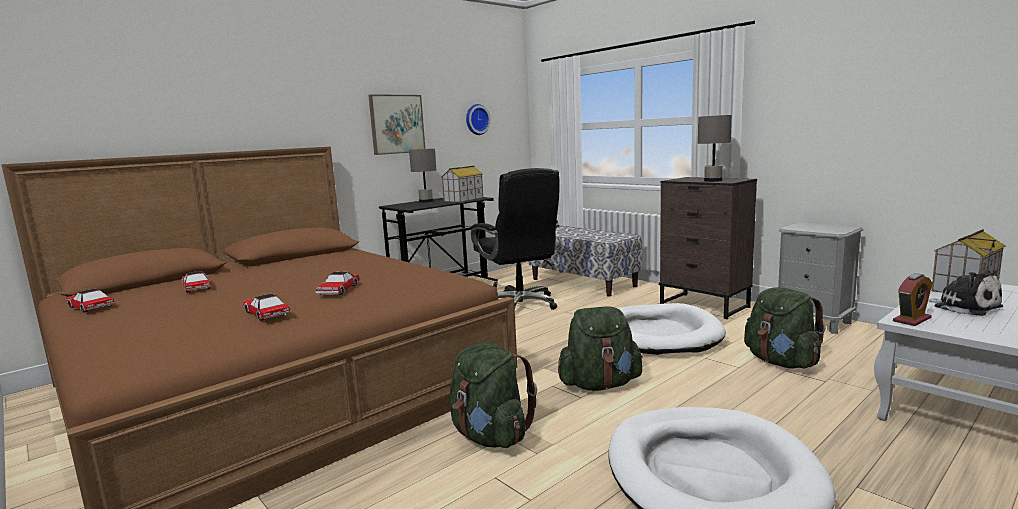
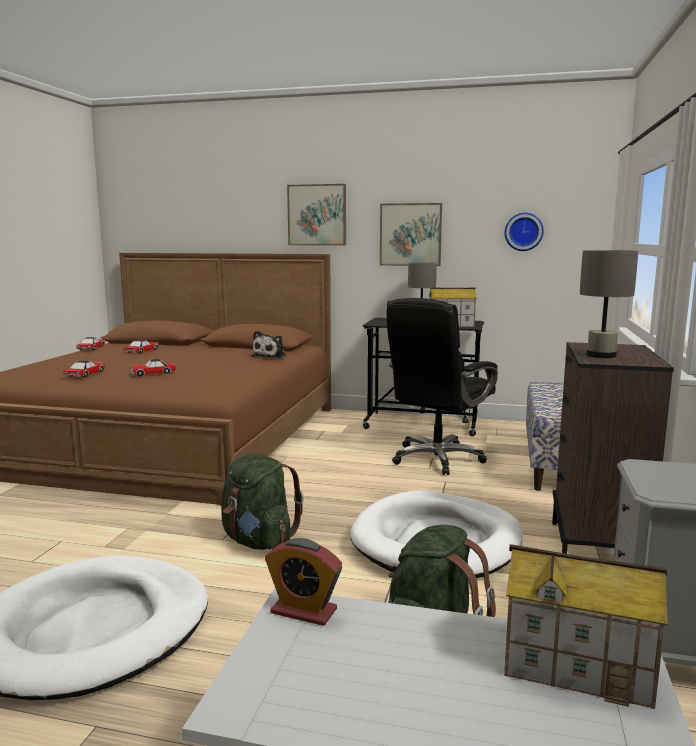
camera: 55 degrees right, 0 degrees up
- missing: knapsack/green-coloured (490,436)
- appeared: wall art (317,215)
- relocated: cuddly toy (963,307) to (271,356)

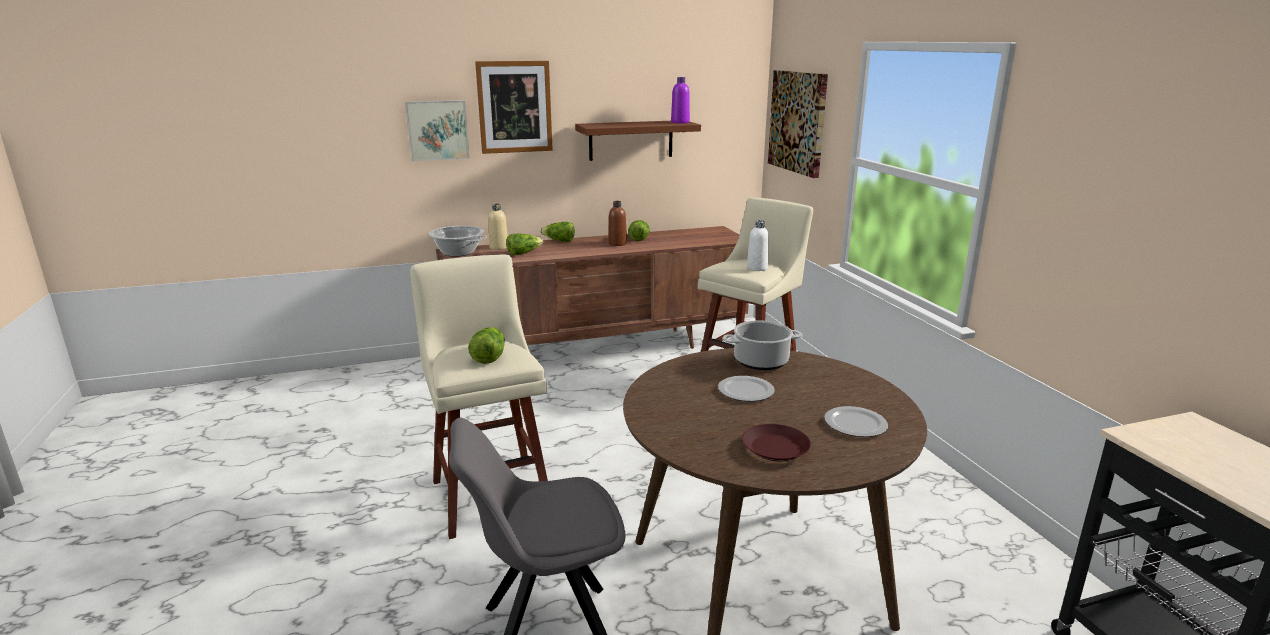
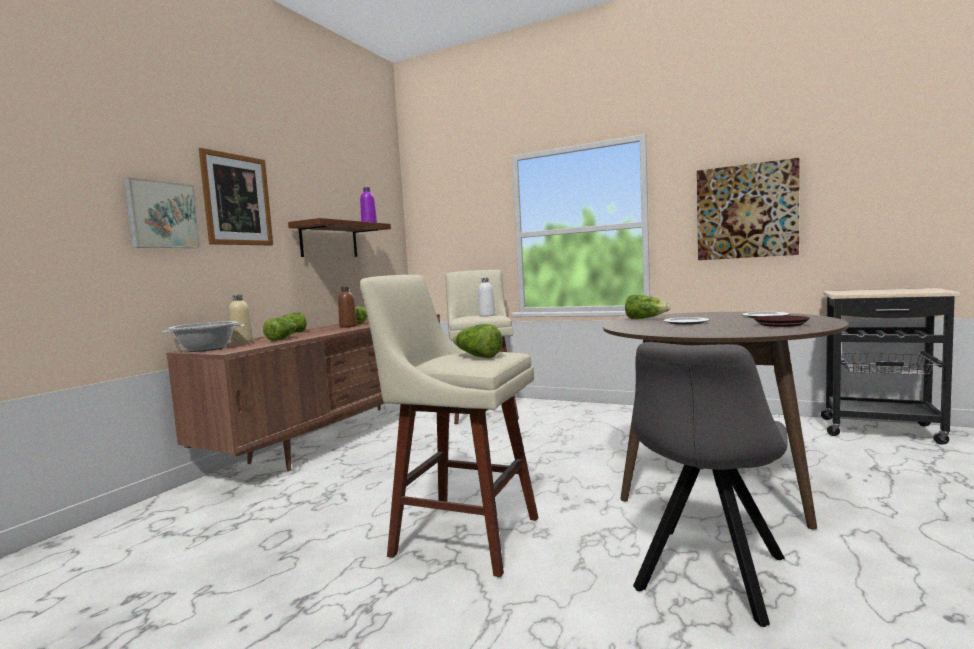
camera: 45 degrees left, 15 degrees down
- relocated: wall art (798,122) to (746,211)
- exchanged: saucepot (761,361) to head of lettuce (645,319)

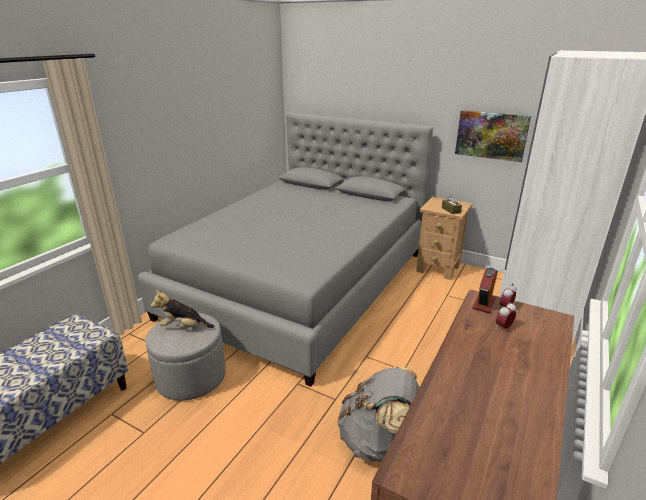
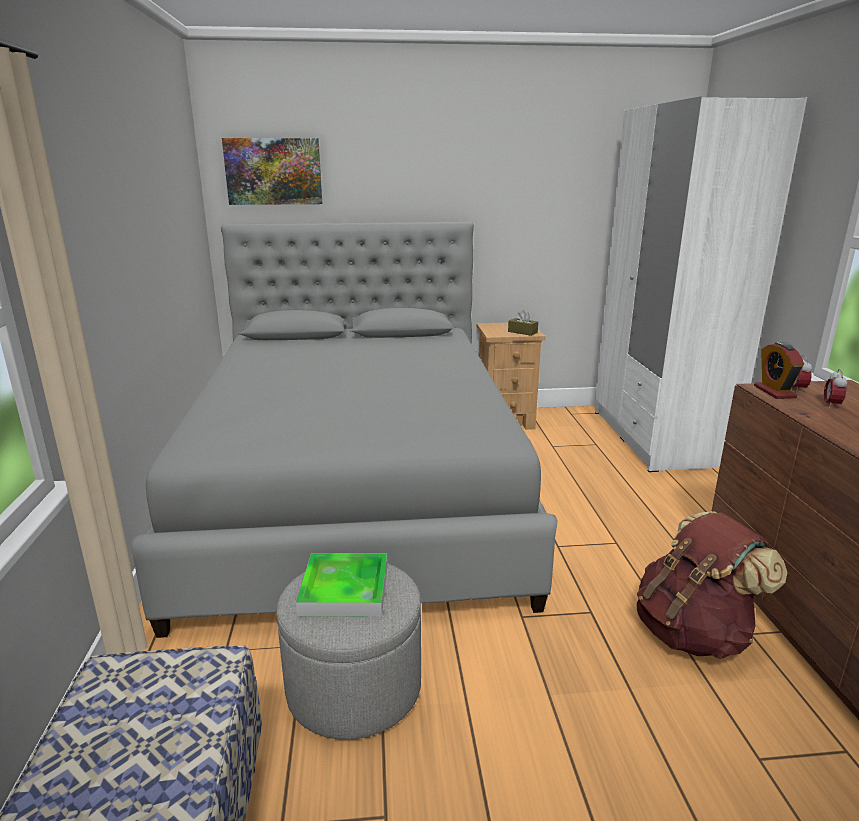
camera: 35 degrees left, 5 degrees down
- relocated: wall art (491,135) to (273,171)
- exchanged: cuddly toy (184,327) to tray (345,589)
- colour: knapsack/grey (376,439) to knapsack/brown-coloured (693,633)

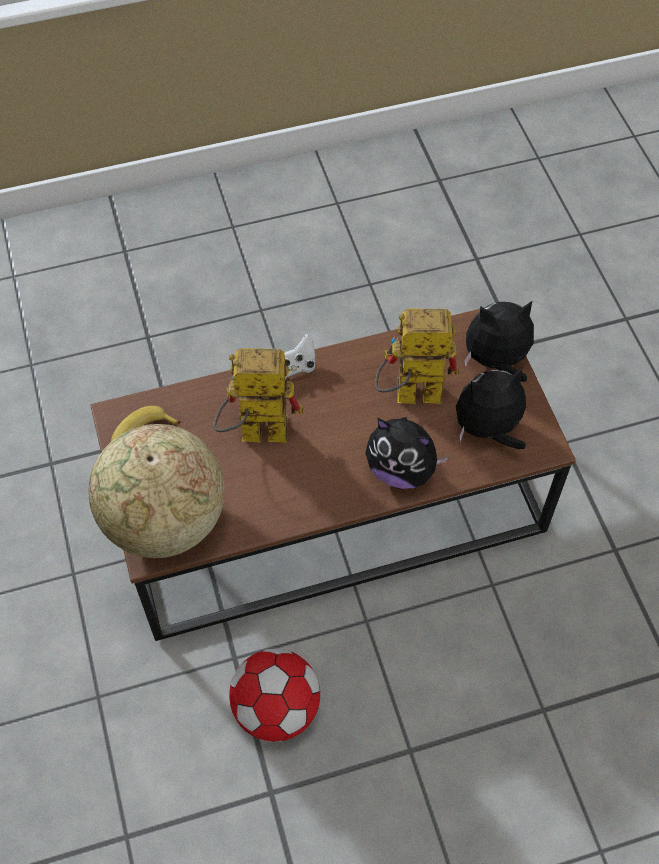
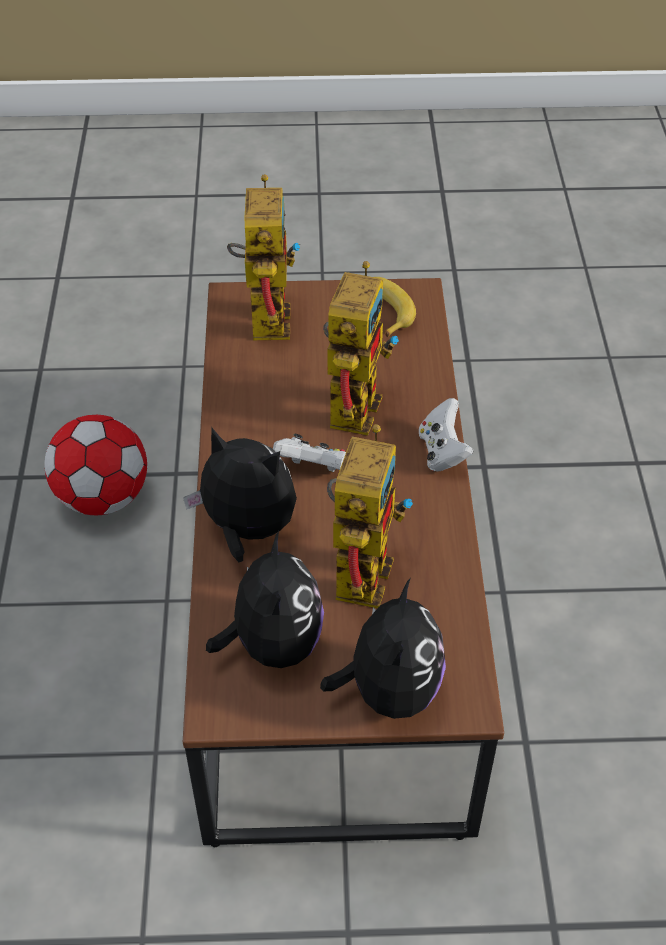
camera: 105 degrees right, 10 degrees down
- appeared: game controller/white (314,468)
- exchanged: desk globe (164,521) to robot figure (265,313)
- spun: cuddly toy (401,470) = (247,529) 75 degrees clockwise

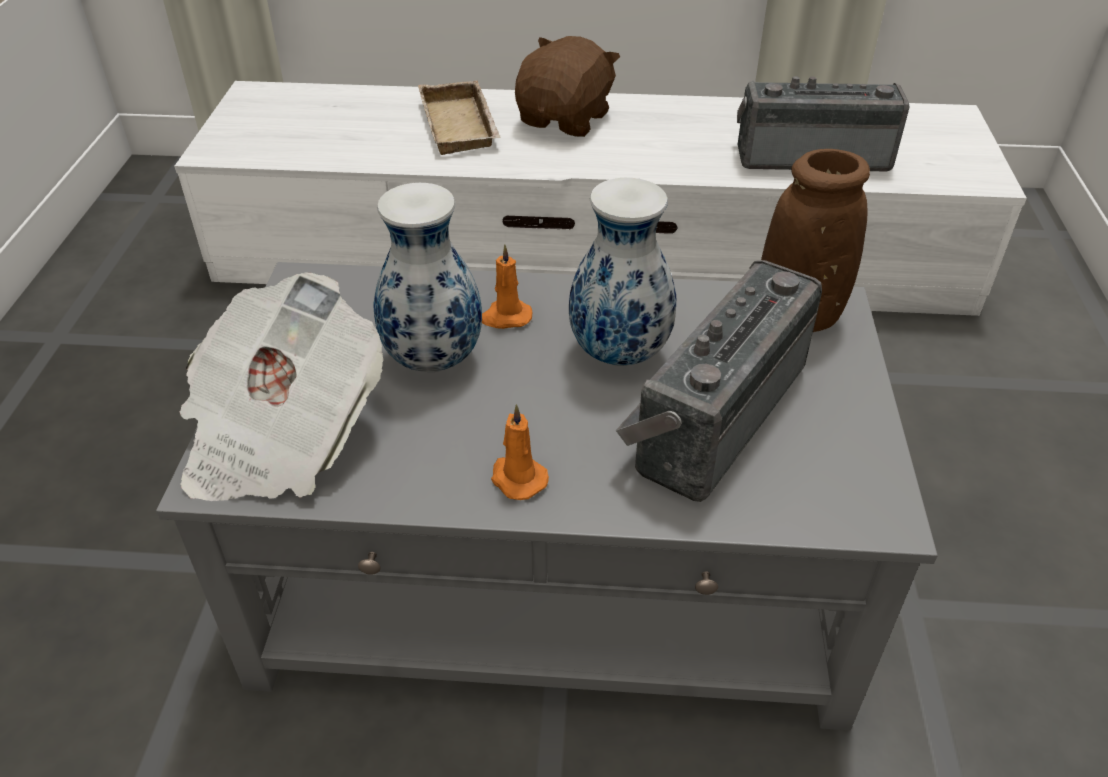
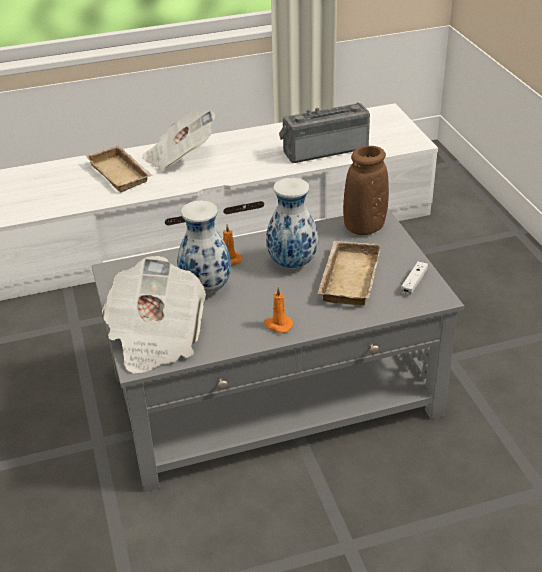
camera: 20 degrees left, 5 degrees down
- appeared: game controller/white (414,282)
- exchanged: cuddly toy/brown-coloured (566,120) to printed paper (180,157)
- exchanged: radio receiver (711,413) to tray/beige-coloured (347,277)

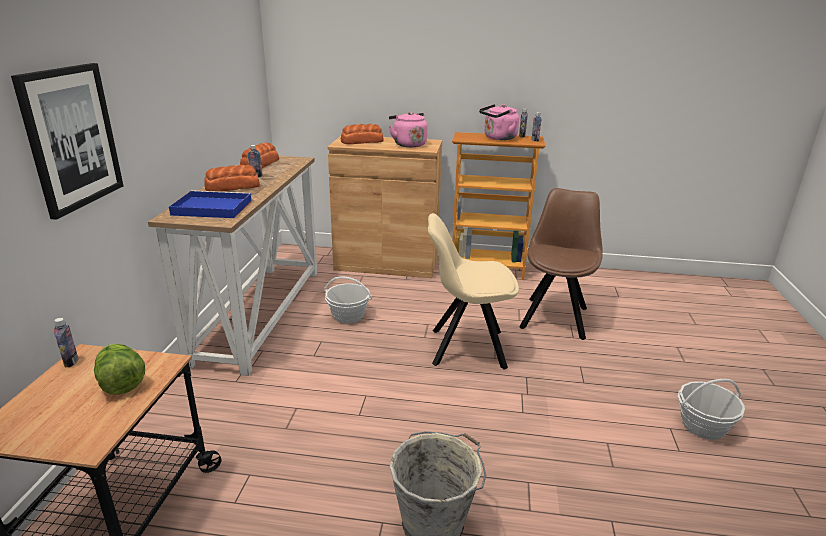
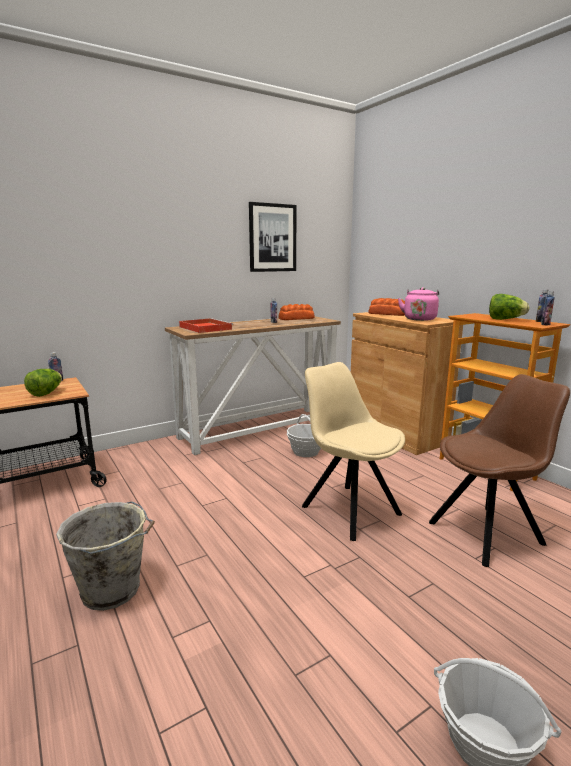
camera: 50 degrees right, 10 degrees down
- missing: bakery bread (232,187)
- relocated: wall art (71,138) to (272,238)
- exchanged: tea kettle/pinkish (498,138) to head of lettuce (505,319)
- colour: tray/bluish (210,208) to tray/red-coloured (204,328)

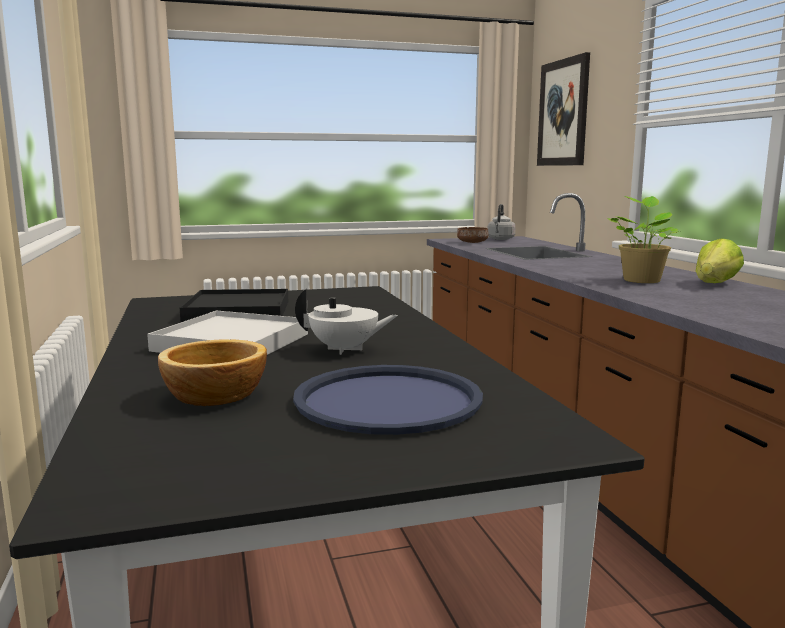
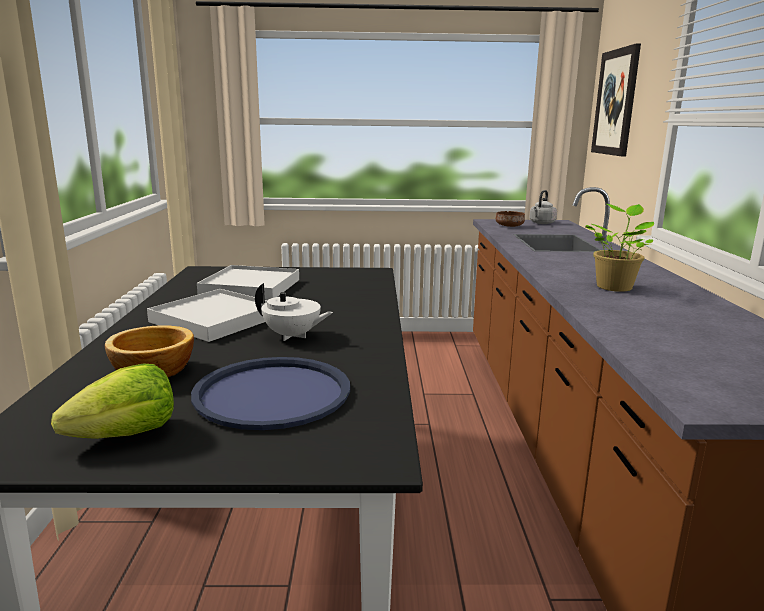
camera: 15 degrees right, 5 degrees up
- relocated: head of lettuce (715,283) to (126,434)
- colour: tray/black-coloured (238,311) to tray/white (250,287)

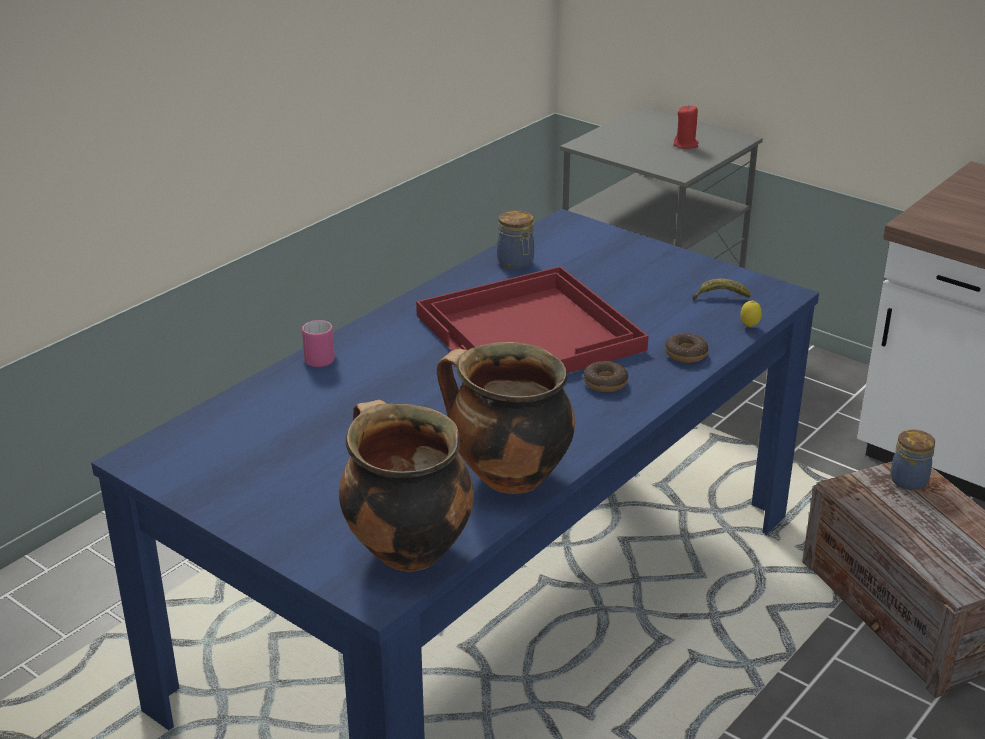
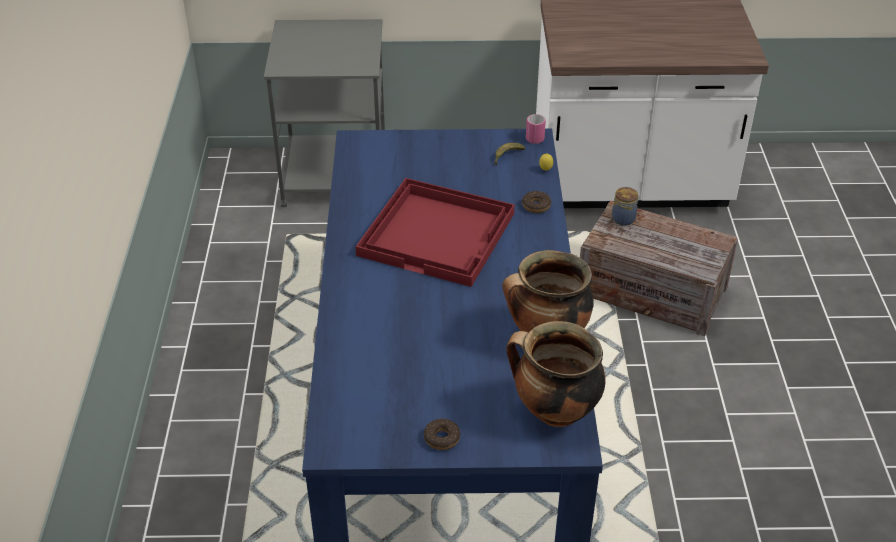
camera: 40 degrees left, 10 degrees up
- missing: preserve jar (516,263)
- missing: candle/red-coloured (686,145)
- relocated: tea mug/pinkish (322,358) to (533,137)
- relocated: donut (605,383) to (442,438)

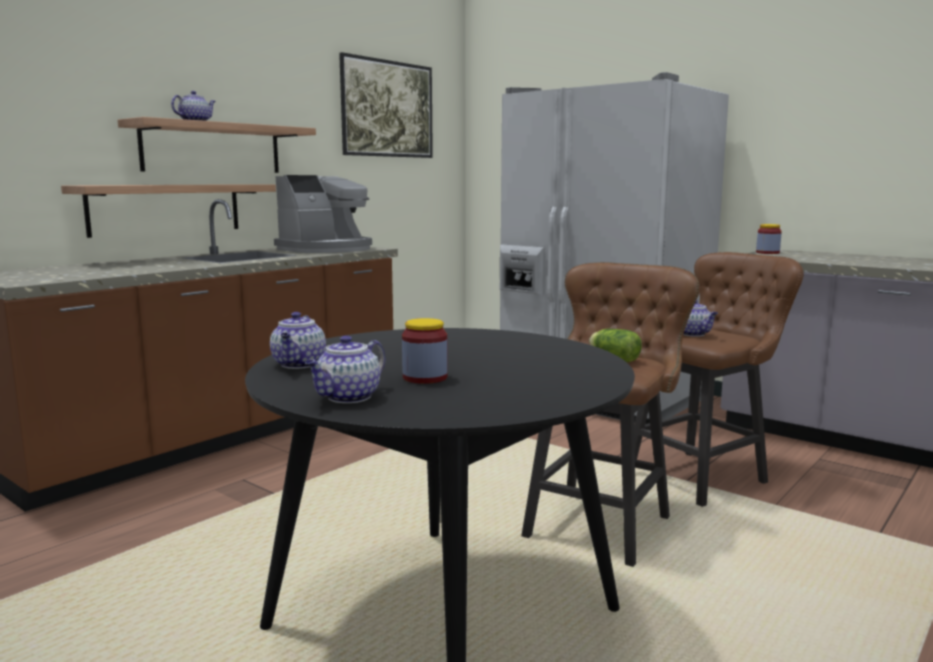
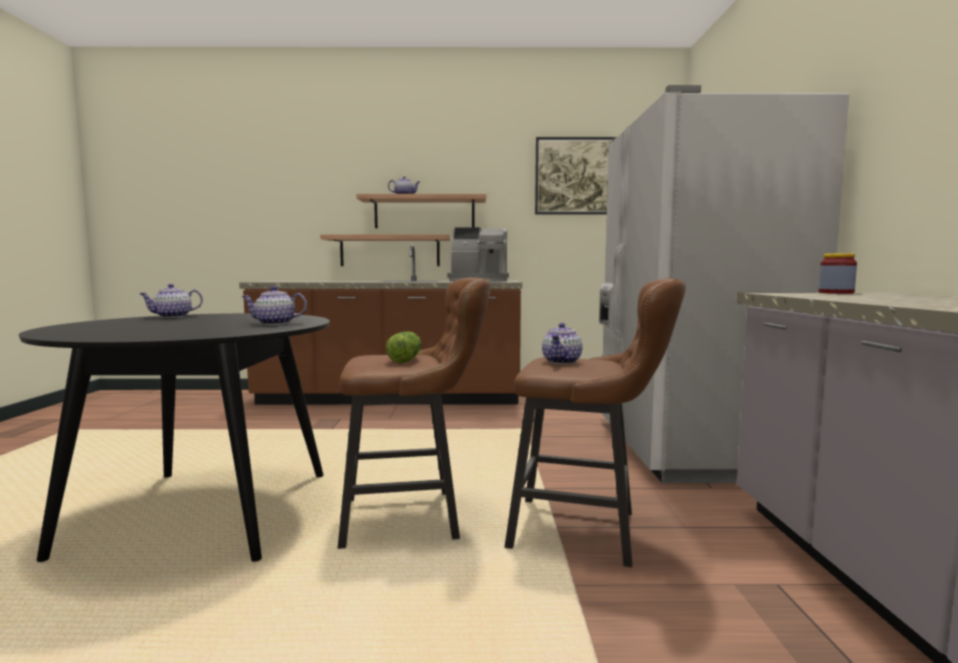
camera: 50 degrees right, 5 degrees down
- missing: preserve jar (425,377)
- relocated: pot for tea (348,397) to (274,323)

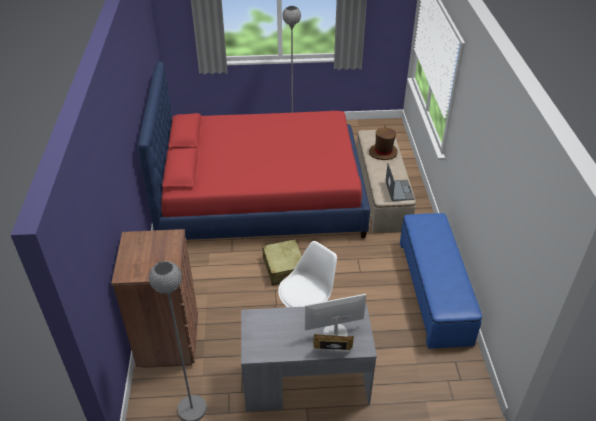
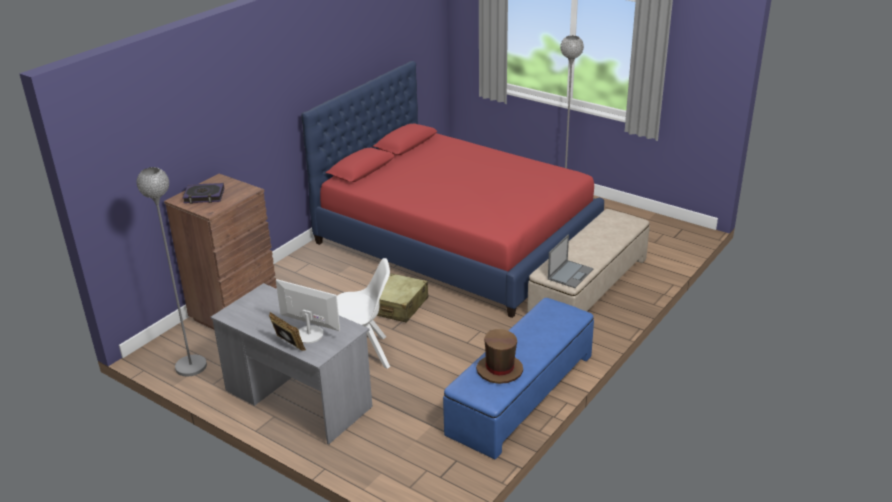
camera: 40 degrees right, 10 degrees down
- appeared: bound book (204,196)
- relocated: wearable hat/brown-coloured (383,152) to (499,370)

